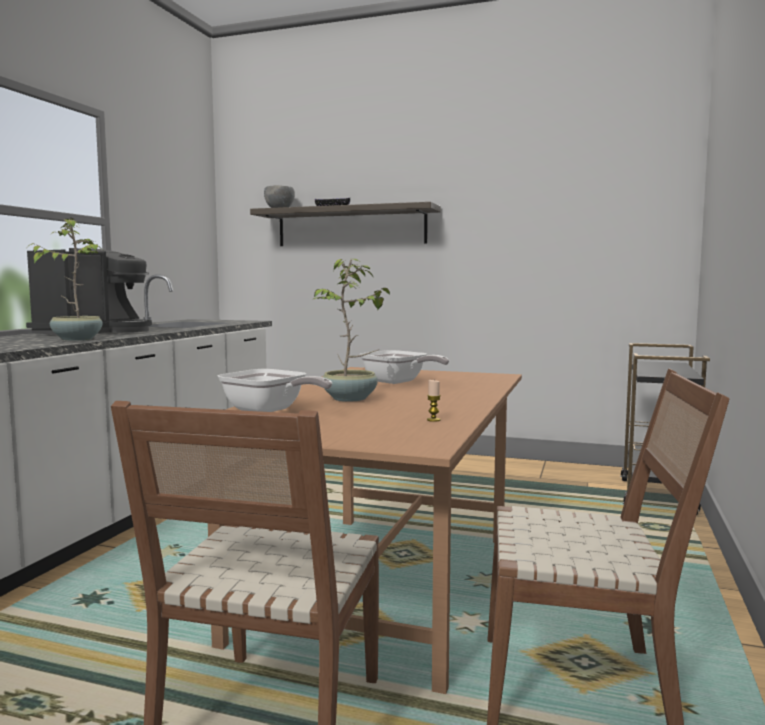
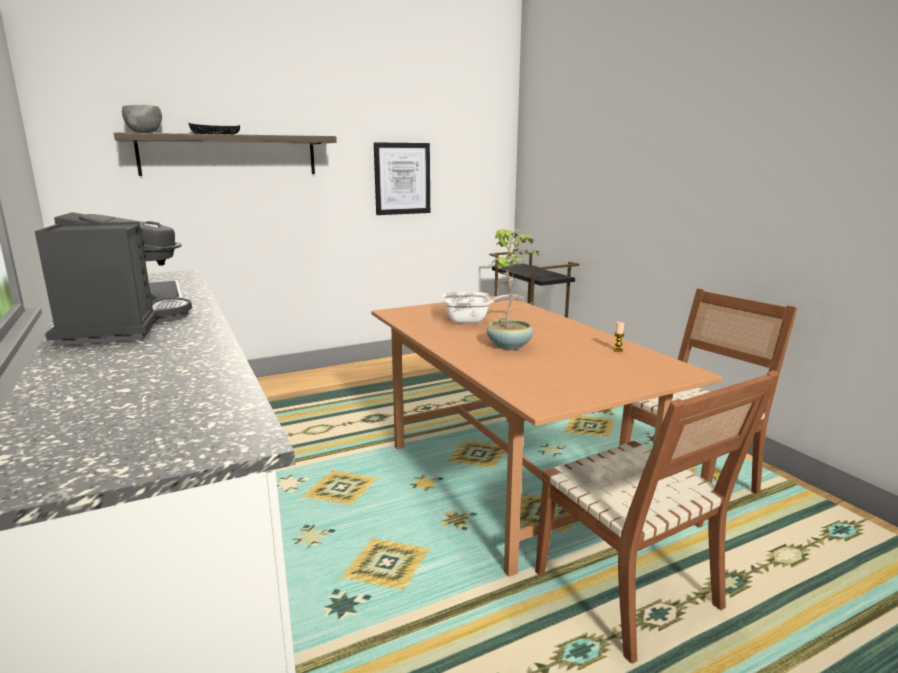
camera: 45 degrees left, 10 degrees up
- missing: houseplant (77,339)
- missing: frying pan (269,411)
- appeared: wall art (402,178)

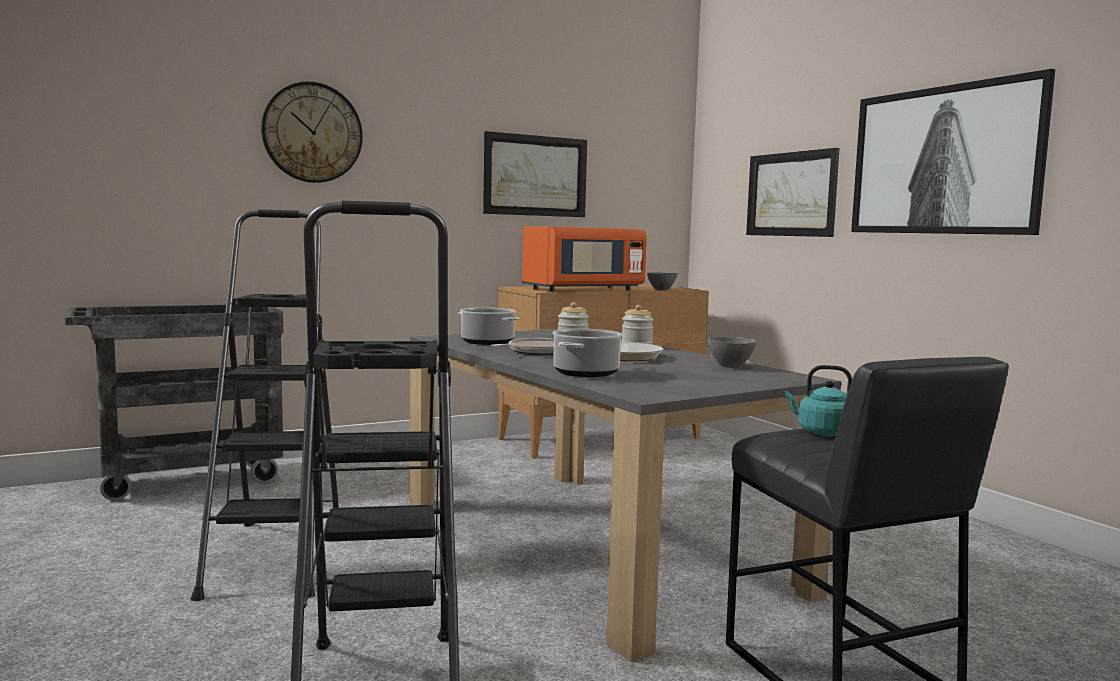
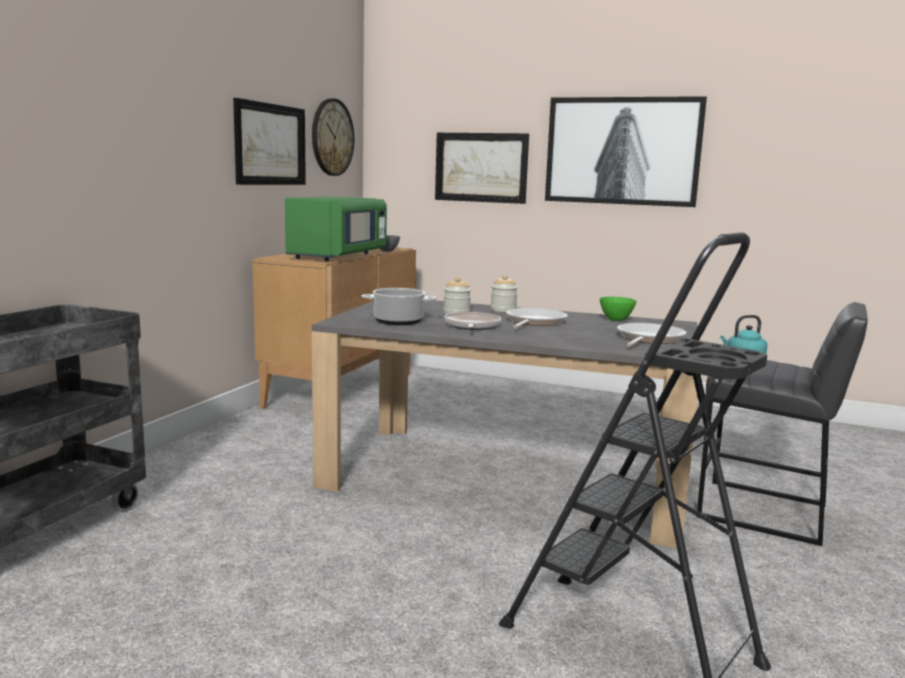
camera: 40 degrees left, 5 degrees up
- missing: stepladder (276,554)
- missing: saucepot (586,373)
- appeared: frying pan (648,339)
- relocated: hanging clock (312,133) to (332,137)
- colour: microwave/orange-coloured (582,289) to microwave/green-coloured (337,256)
- colour: bowl/grey (730,367) to bowl/green-coloured (616,320)

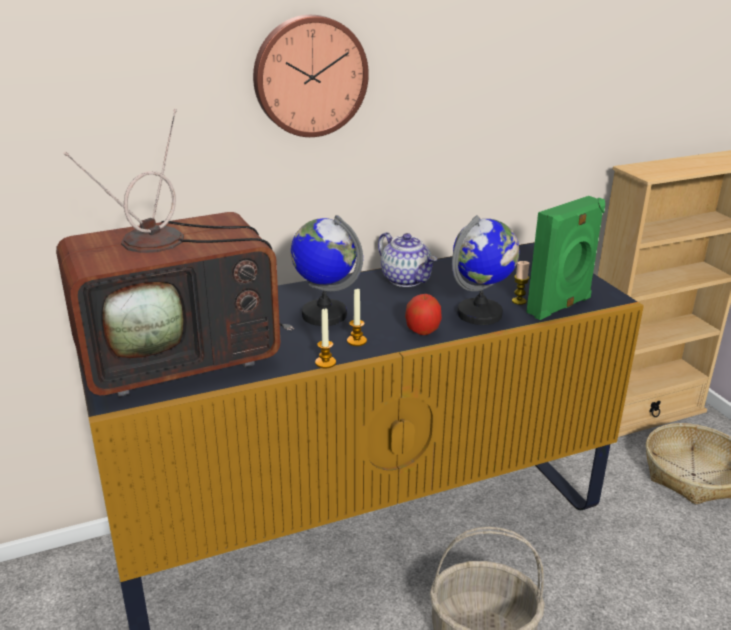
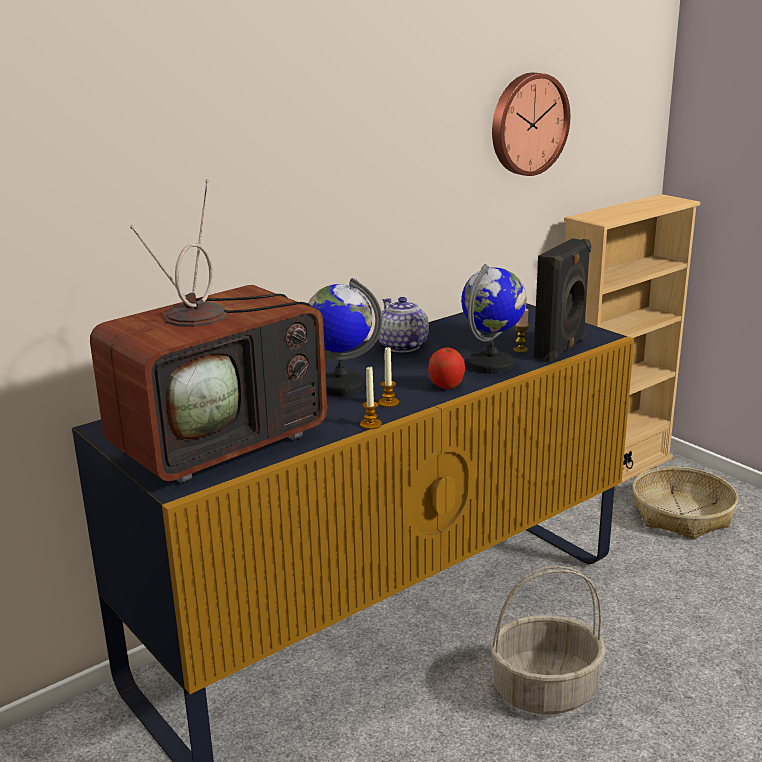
camera: 15 degrees left, 5 degrees down
- relocated: hanging clock (309,76) to (527,124)
- colour: loudspeaker/green-coloured (560,306) to loudspeaker/black-coloured (561,349)
- spun: pot for tea (406,279) = (401,346) 150 degrees counterclockwise

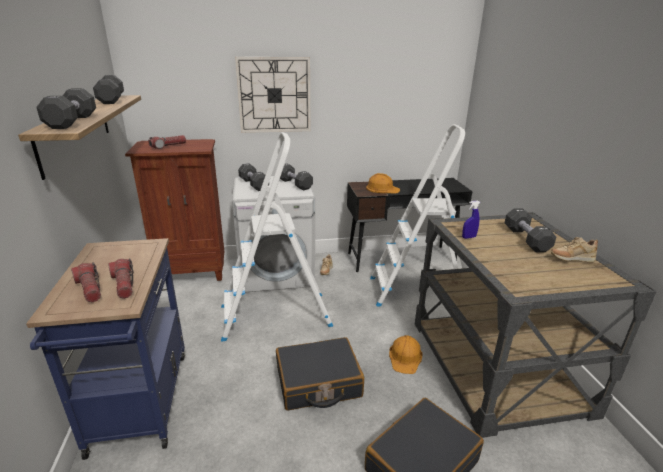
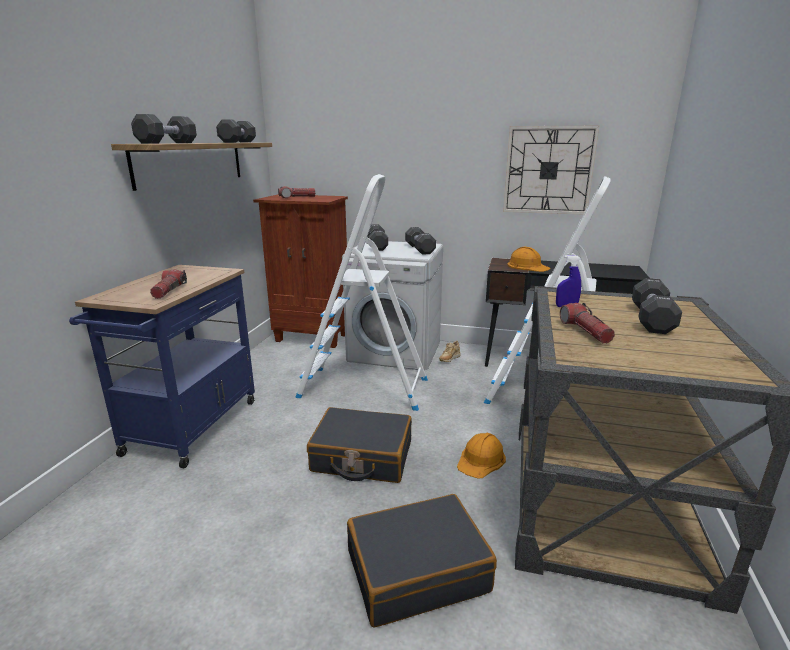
camera: 25 degrees right, 5 degrees down
- missing: item of footwear/beige-coloured (570,259)
- relocated: hand torch (90,289) to (585,331)
- relocated: hanging clock (274,95) to (548,170)

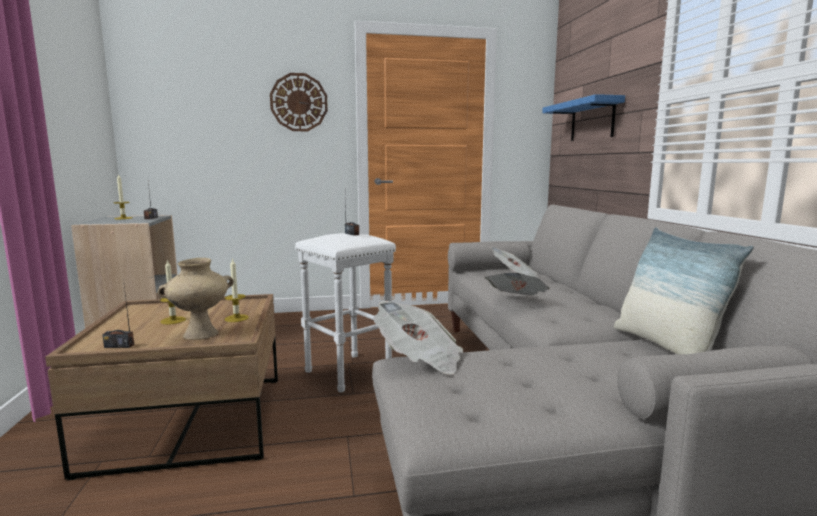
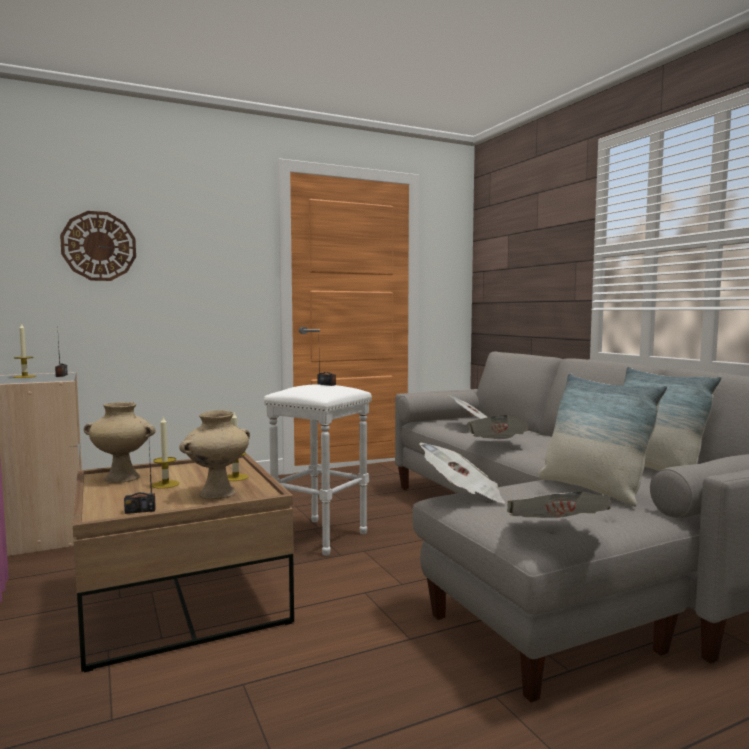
camera: 15 degrees left, 5 degrees down
- missing: shelf/bluish (592,120)
- appeared: decorative vase/beige-coloured (123,478)
- appeared: printed paper (555,534)
- appeared: pillow (592,490)
- relocated: hanging clock (299,102) to (99,246)

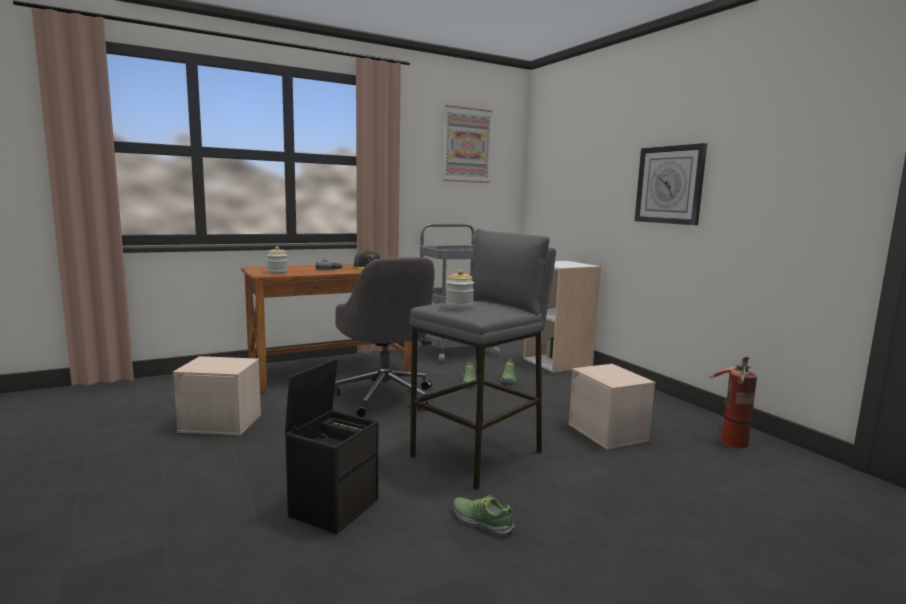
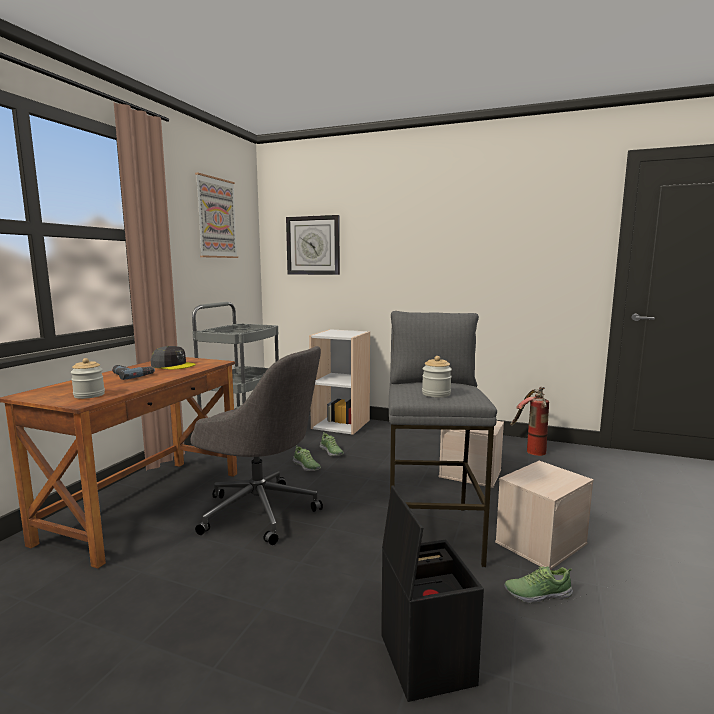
camera: 40 degrees left, 0 degrees up
- relocated: storage container/beige-coloured (222,423) to (540,542)
- relocated: hanging clock (669,185) to (313,245)

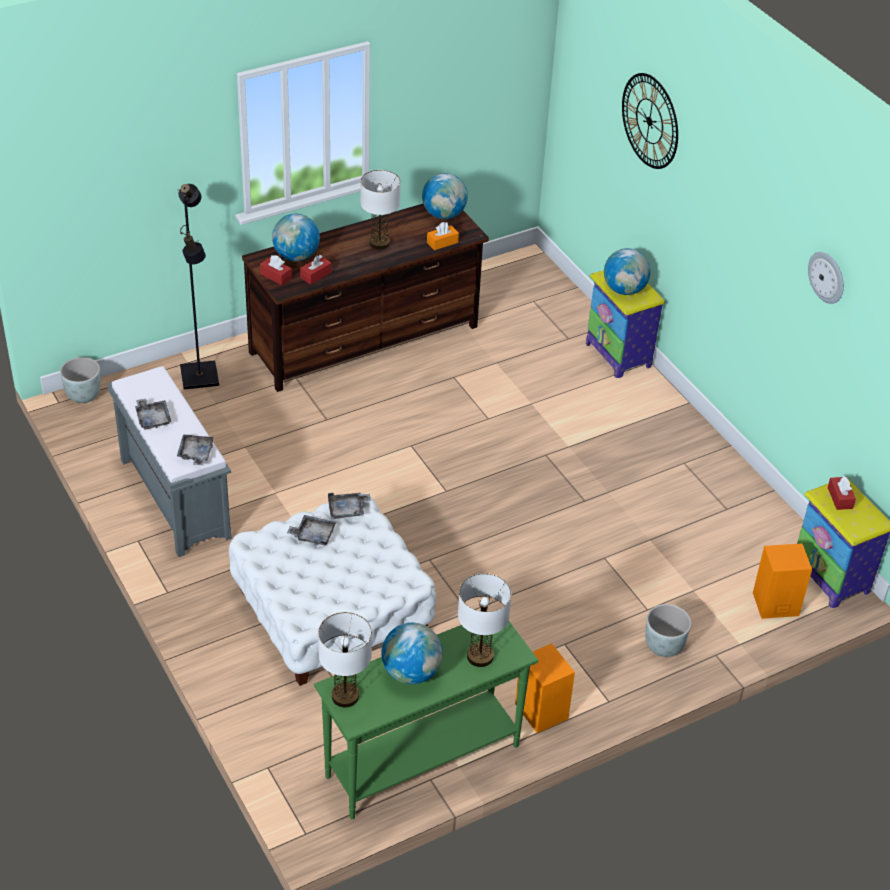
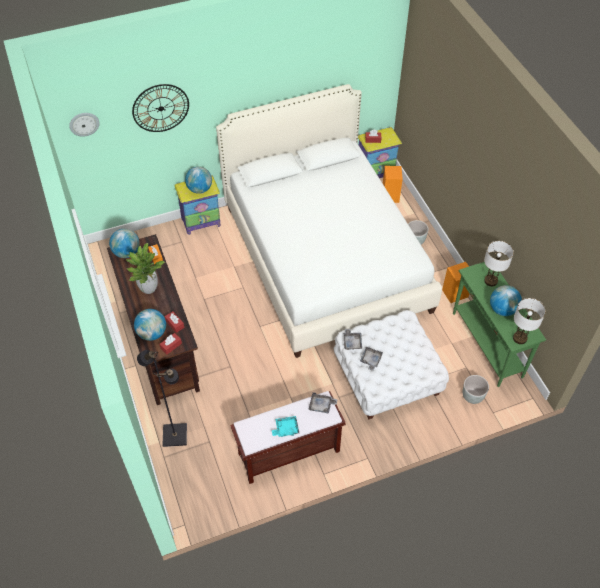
camera: 80 degrees left, 10 degrees up
- appeared: bedroom bed/white (325,257)
- relocated: plant pot/grey (84,395) to (472,396)
- relocated: hanging clock (827,277) to (84,124)
- exchanged: table lamp (379,243) to houseplant (148,288)
- colour: indoor bench/grey (173,497) to indoor bench/brown-coloured (288,453)
- colour: tray/grey (153,418) to tray/turquoise-coloured (286,429)

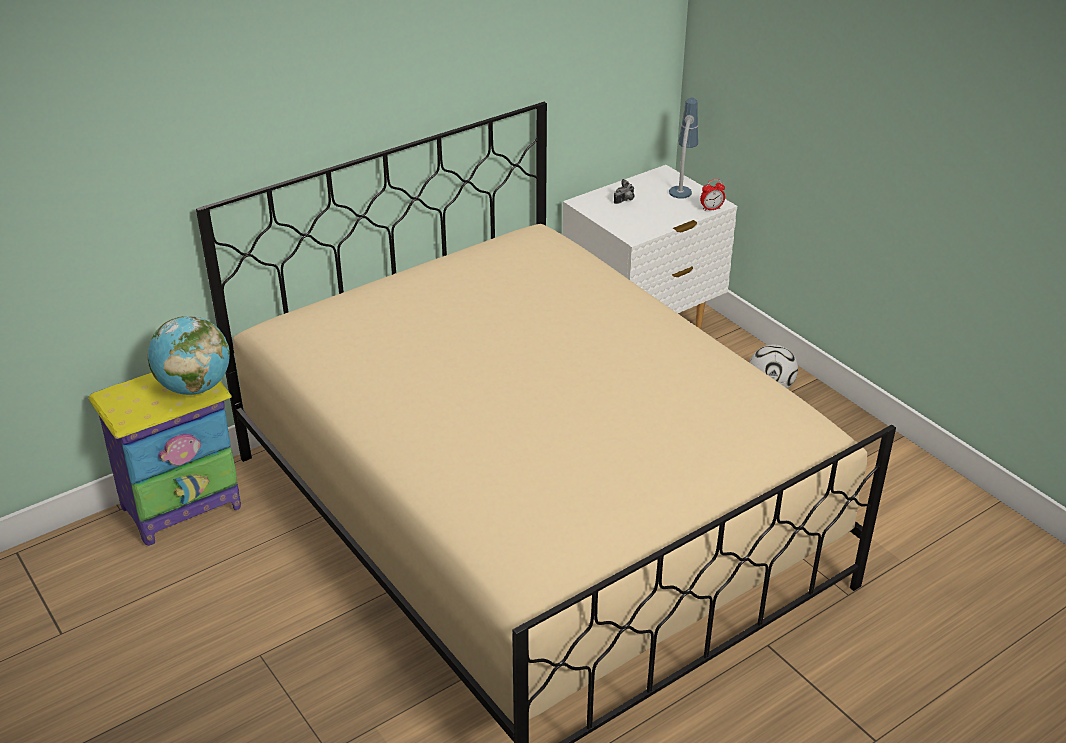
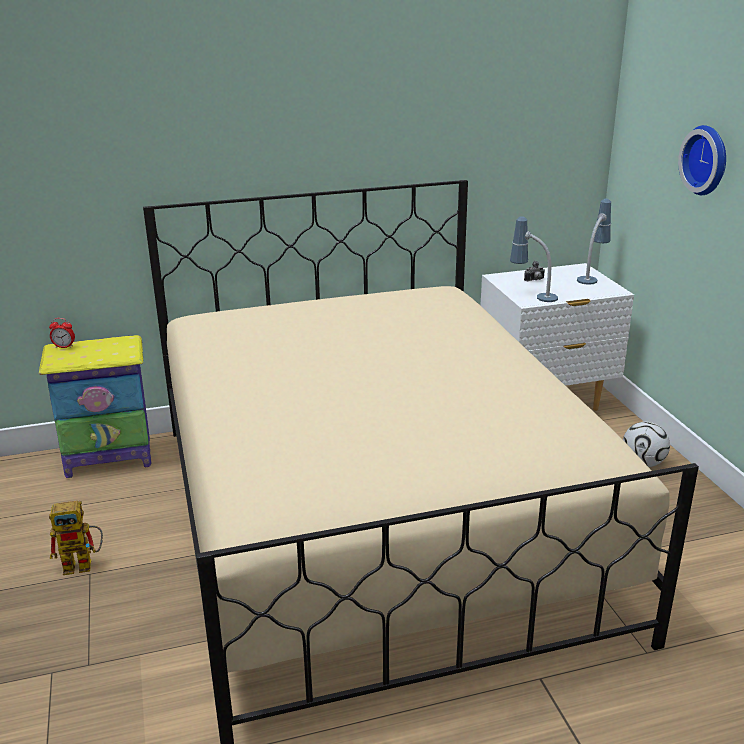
camera: 20 degrees right, 10 degrees down
- missing: desk globe (195,387)
- appeared: robot figure (84,564)
- appeared: table lamp (532,296)
- appeared: hanging clock (707,160)
- relocated: table clock (711,209) to (64,347)

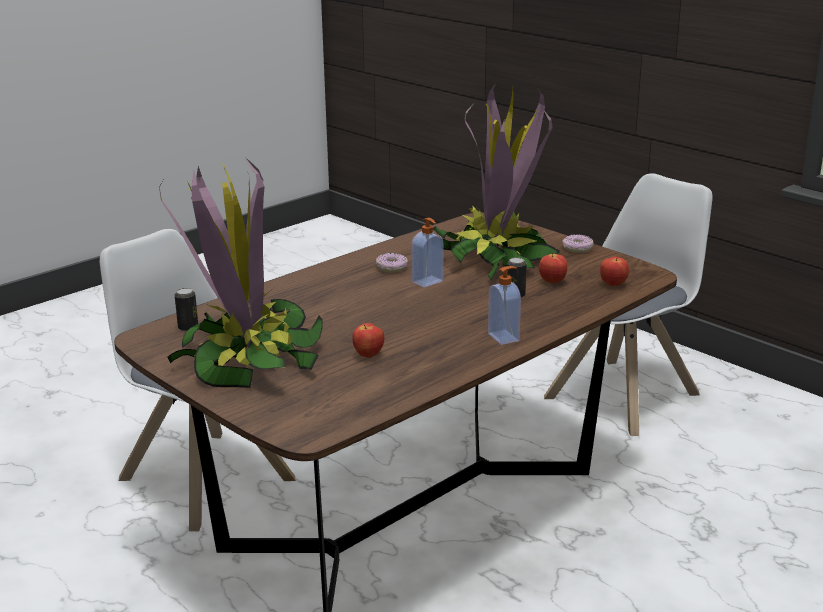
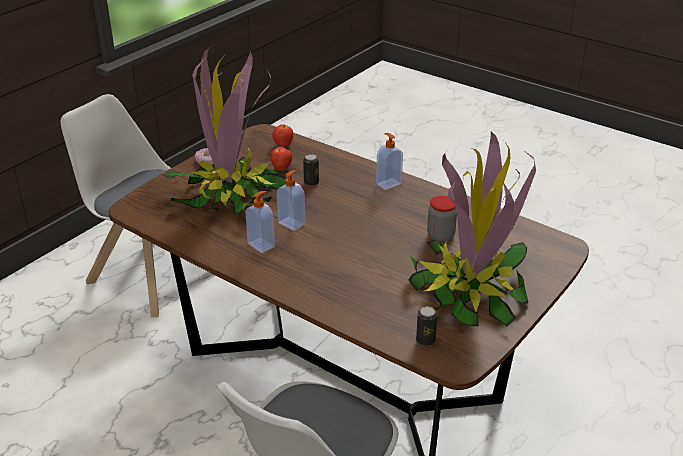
camera: 100 degrees left, 10 degrees up
- exchanged: apple (368,356) to preserve jar (440,236)
- exchanged: donut (392,267) to liquid soap bottle (262,245)

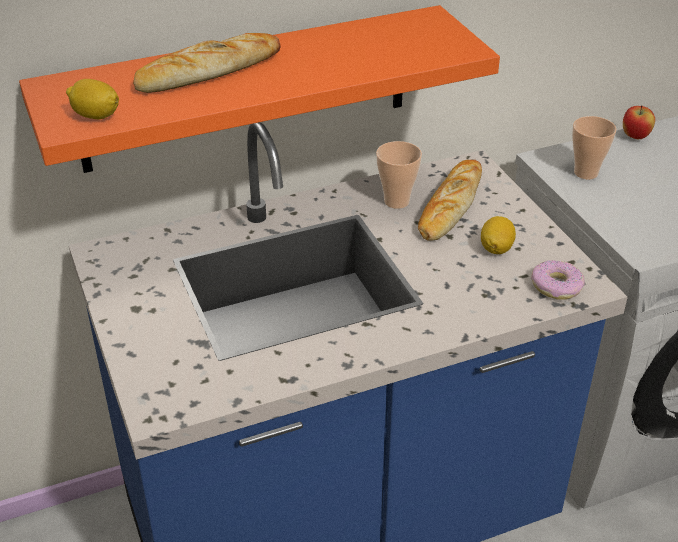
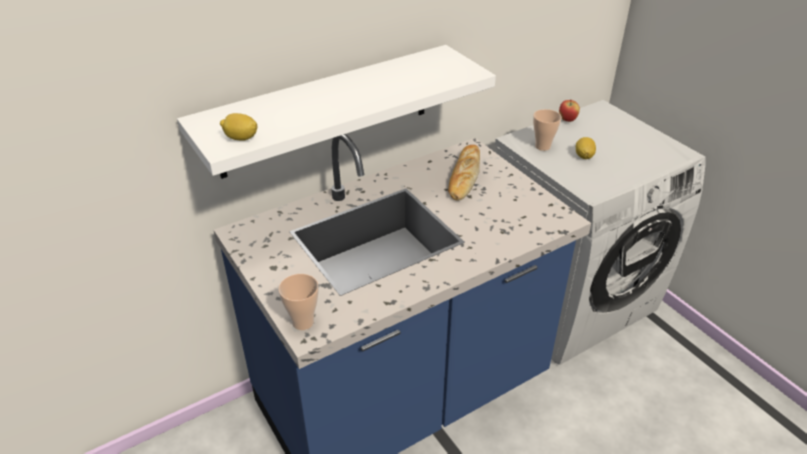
camera: 10 degrees left, 0 degrees up
- missing: bakery bread (208,71)
- missing: donut (556,286)
- relocated: cup (396,201) to (303,322)
- relocated: citrus fruit (496,248) to (584,156)
- colour: shelf/orange-coloured (246,89) to shelf/white (326,111)

